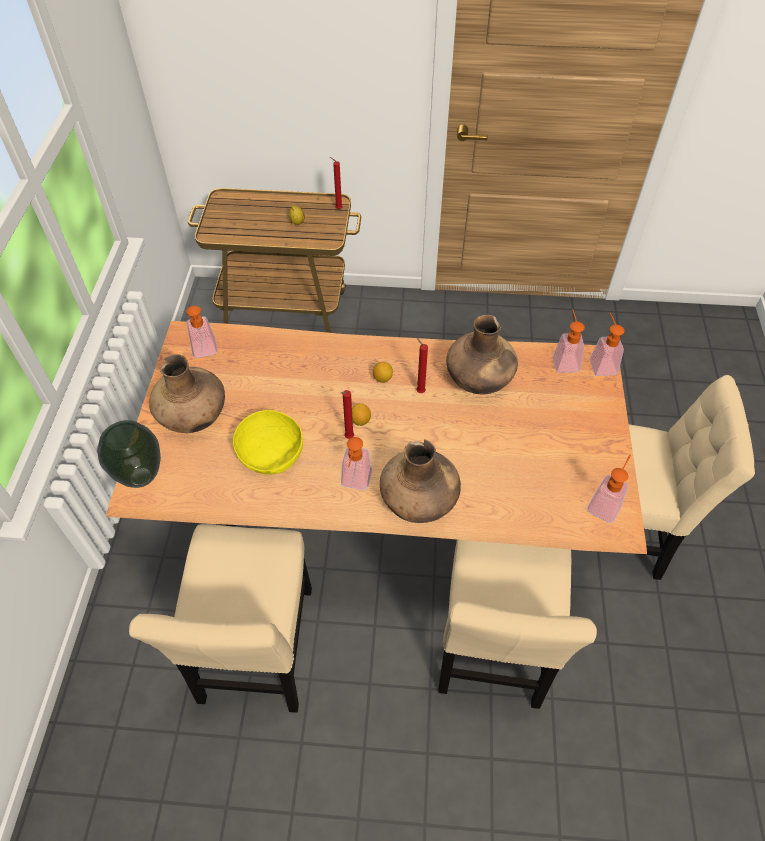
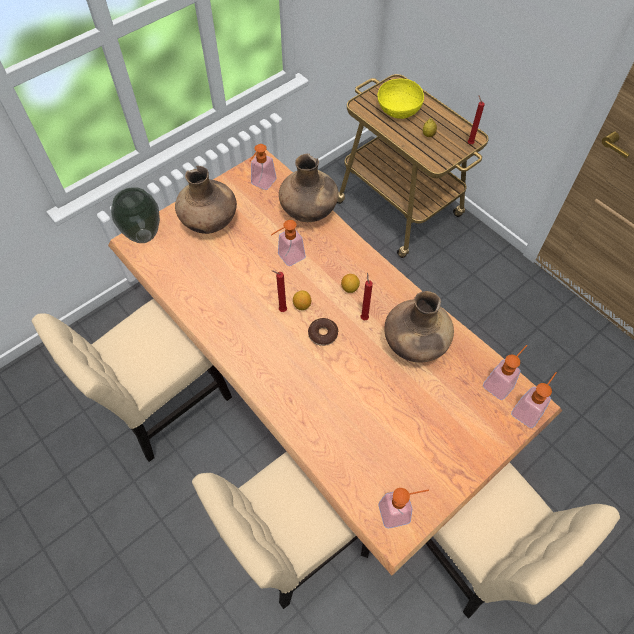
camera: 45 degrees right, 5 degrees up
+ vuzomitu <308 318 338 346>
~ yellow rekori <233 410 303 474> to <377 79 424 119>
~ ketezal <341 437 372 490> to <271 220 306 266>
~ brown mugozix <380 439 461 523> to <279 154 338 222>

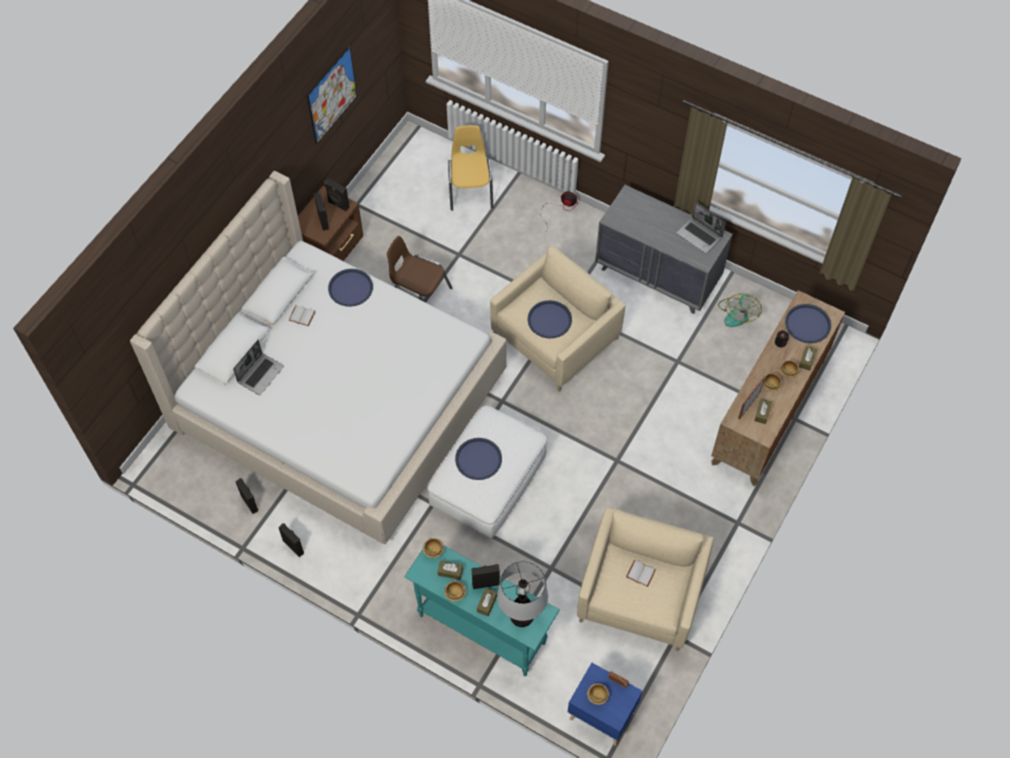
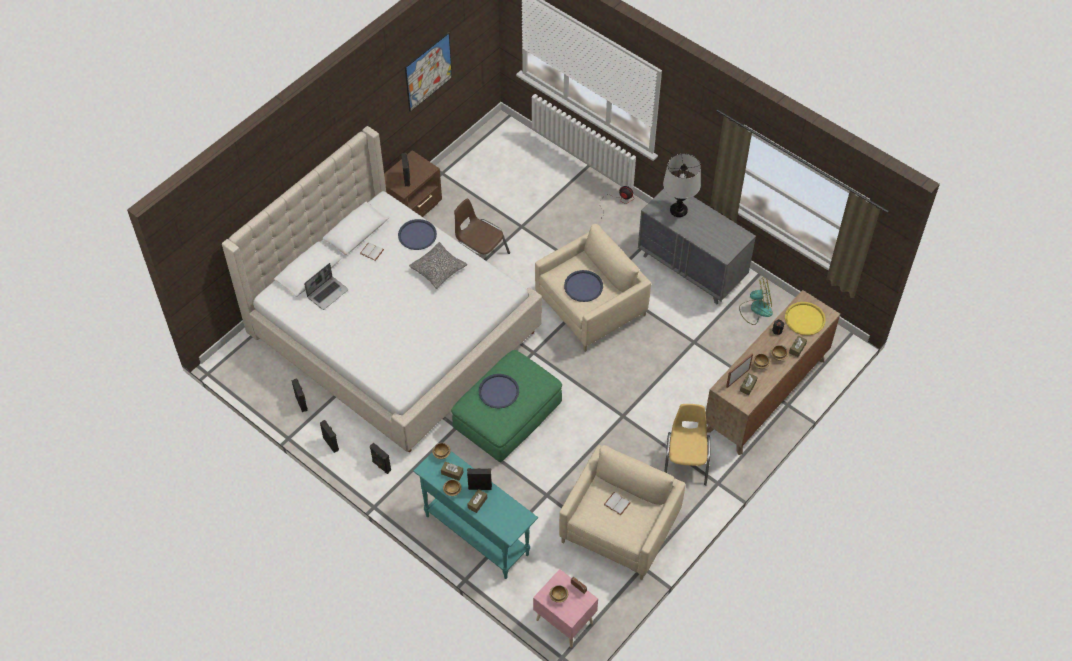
camera: 10 degrees right, 5 degrees down
- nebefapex <676 202 726 254>
+ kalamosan <409 242 467 289>
~ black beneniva <325 179 350 211> to <370 443 391 474>
~ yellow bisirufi <448 125 493 211> to <664 404 710 485>
~ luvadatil <497 561 548 627> to <663 154 701 217>
~ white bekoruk <427 406 547 538> to green bekoruk <451 350 562 462>
~ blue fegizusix <568 663 642 746> to pink fegizusix <533 569 598 648>
~ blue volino <785 304 831 343> to yellow volino <785 302 826 335>
~ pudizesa <718 293 762 327> = <739 278 773 325> 120 degrees counterclockwise

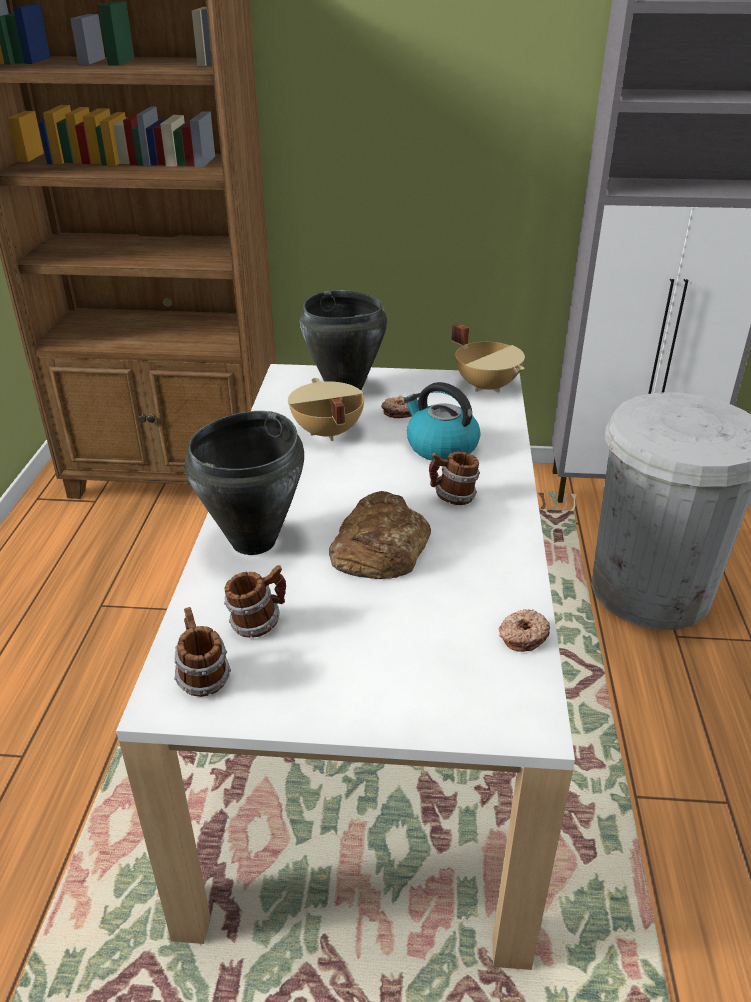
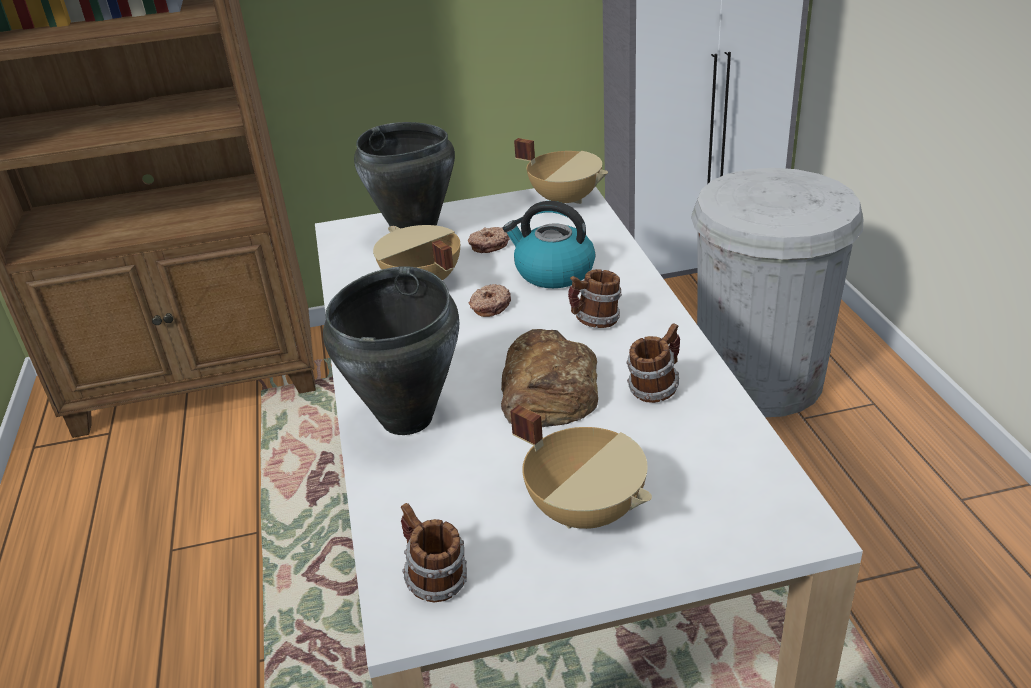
camera: 15 degrees left, 0 degrees up
+ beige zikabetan <511 405 652 529>
~ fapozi <224 565 286 638> to <626 323 680 403>
~ vuzomitu <499 609 550 652> to <469 284 511 317>

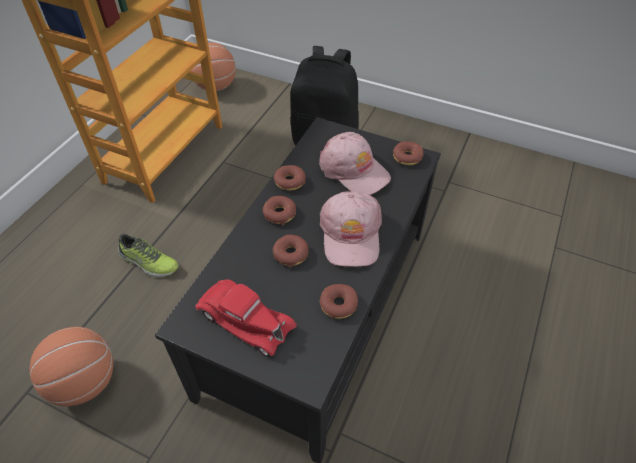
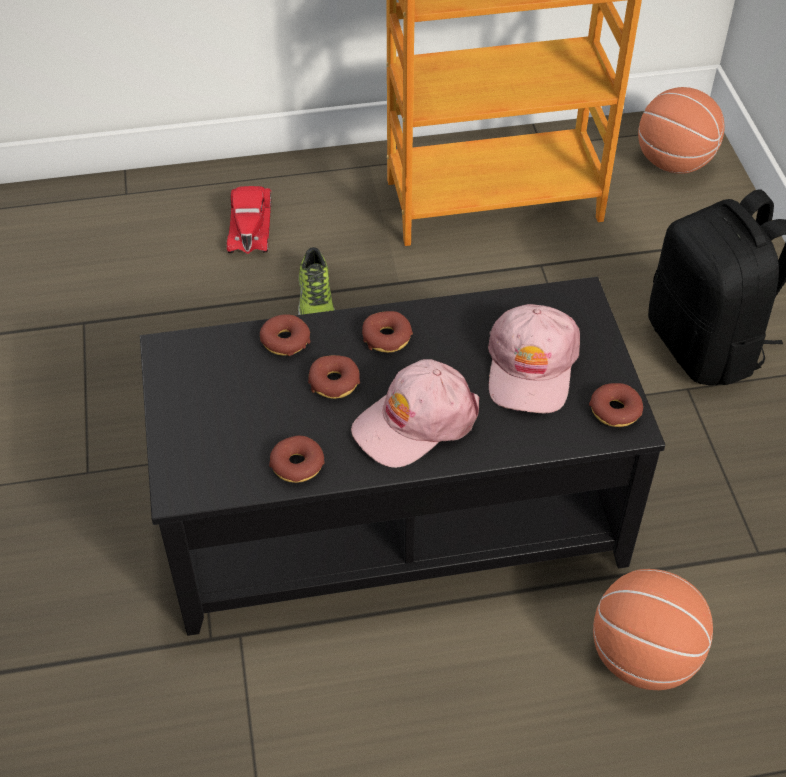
camera: 55 degrees right, 0 degrees up
~ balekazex <29 327 113 406> to <593 569 713 690>
~ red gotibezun <195 279 297 357> to <227 186 271 254>
~ vuzomitu <273 165 306 191> to <260 314 310 356>

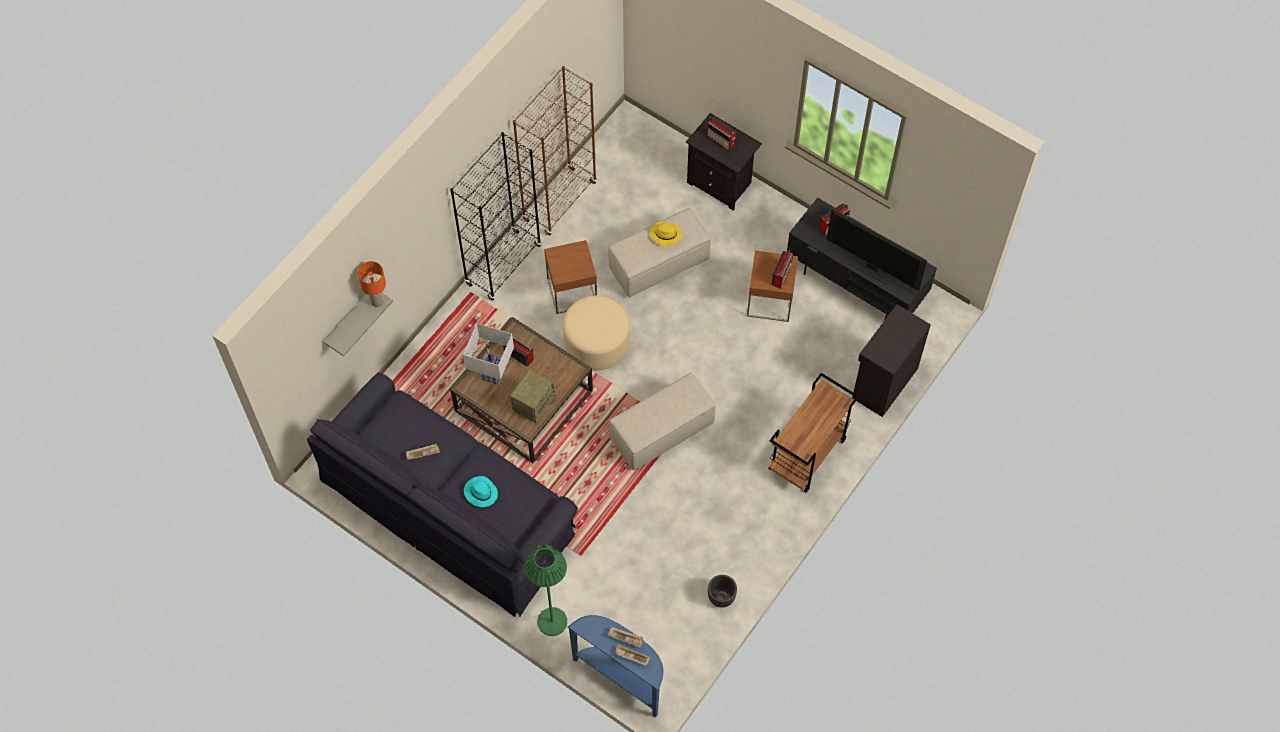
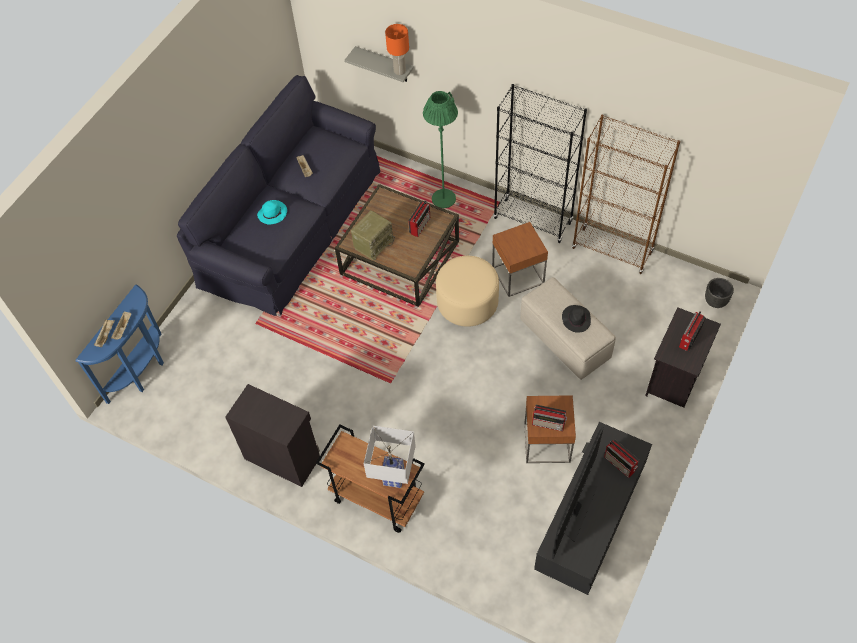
camera: 85 degrees right, 5 degrees down
- beige bekoruk <609 372 715 470>
~ white luvadatil <463 323 514 385> to <364 425 416 488>
~ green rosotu <525 544 567 636> to <423 91 458 208>
~ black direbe <708 575 737 608> to <705 278 734 308>
~ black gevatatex <852 305 931 417> to <225 384 320 487>
~ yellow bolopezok <650 222 682 246> to black bolopezok <562 305 591 333>
~ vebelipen <510 369 557 423> = <351 210 395 261> 75 degrees counterclockwise

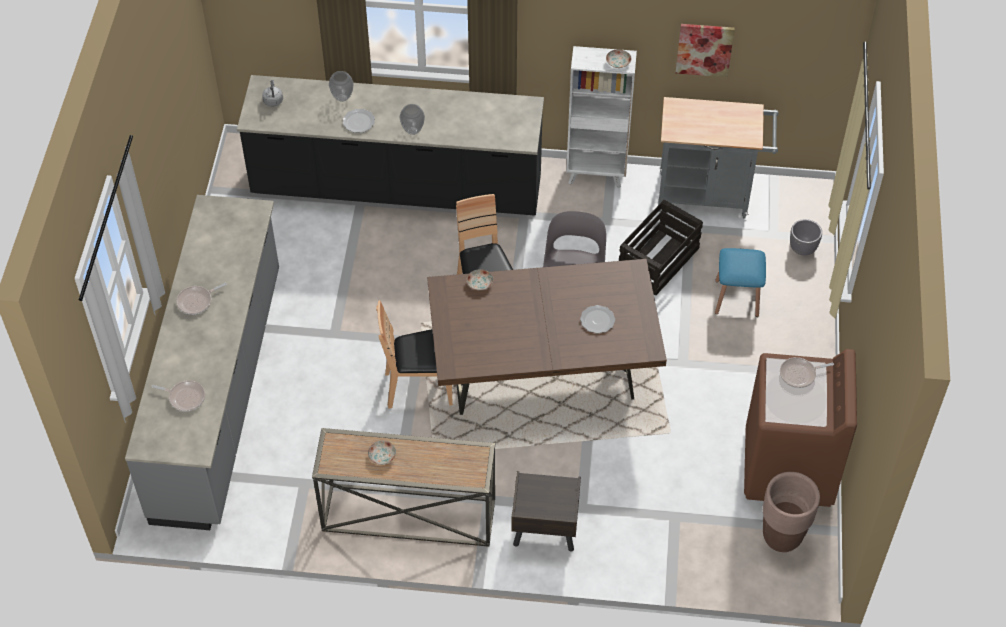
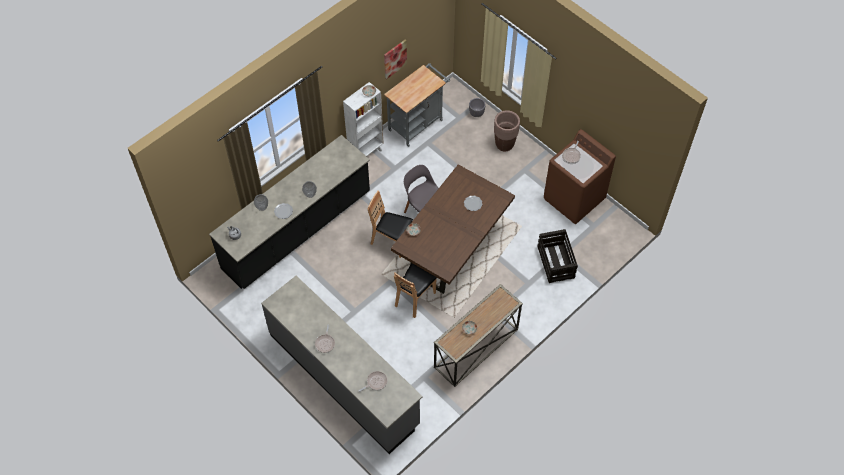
camera: 50 degrees left, 5 degrees up
- brown fegizusix <511 471 581 552>
- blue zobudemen <715 248 766 317>
~ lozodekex <619 200 703 296> to <537 229 578 283>
~ brown direbe <763 472 820 552> to <494 110 520 151>

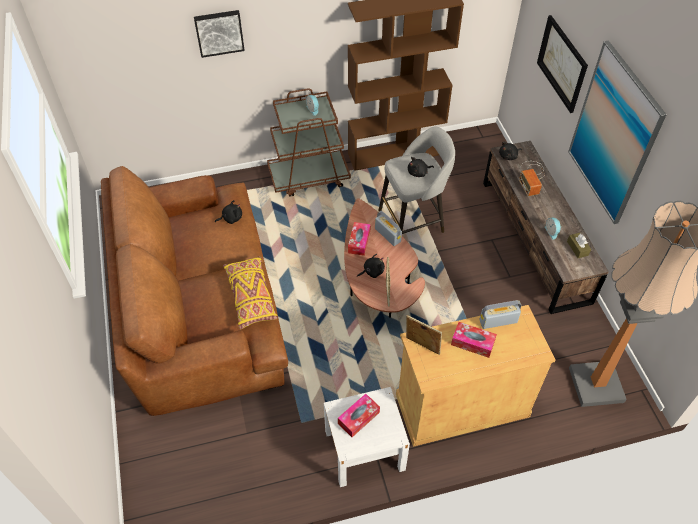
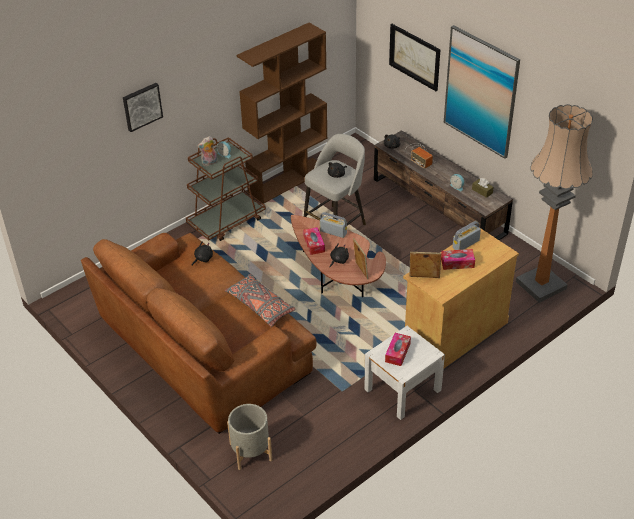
camera: 25 degrees left, 10 degrees down
+ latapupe <198 136 217 166>
+ grey direbe <227 404 272 470>
~ yellow kalamosan <223 256 278 329> to grey kalamosan <225 274 295 327>

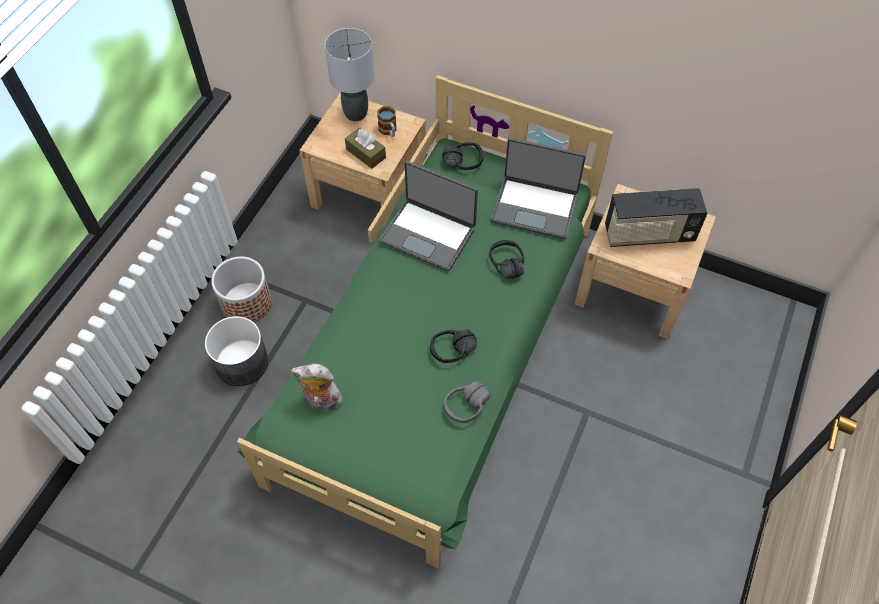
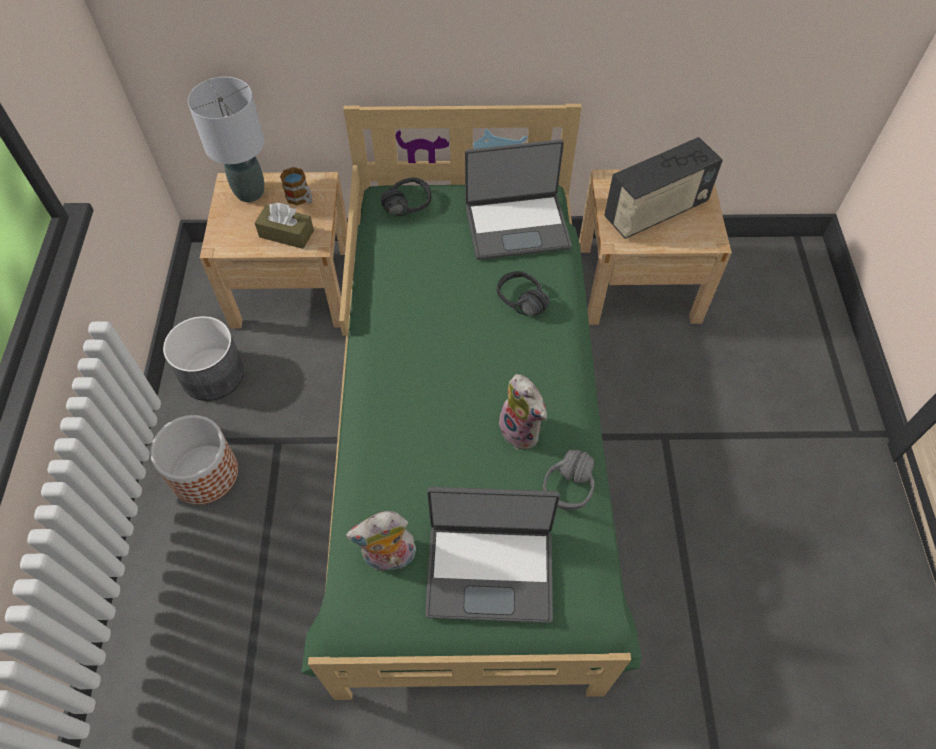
camera: 25 degrees left, 0 degrees up
~ grey direbe <205 316 268 386> to <163 316 244 401>
~ nebefapex <379 161 478 271> to <425 487 560 623>
~ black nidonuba <430 329 477 363> to latapupe <497 374 547 450>

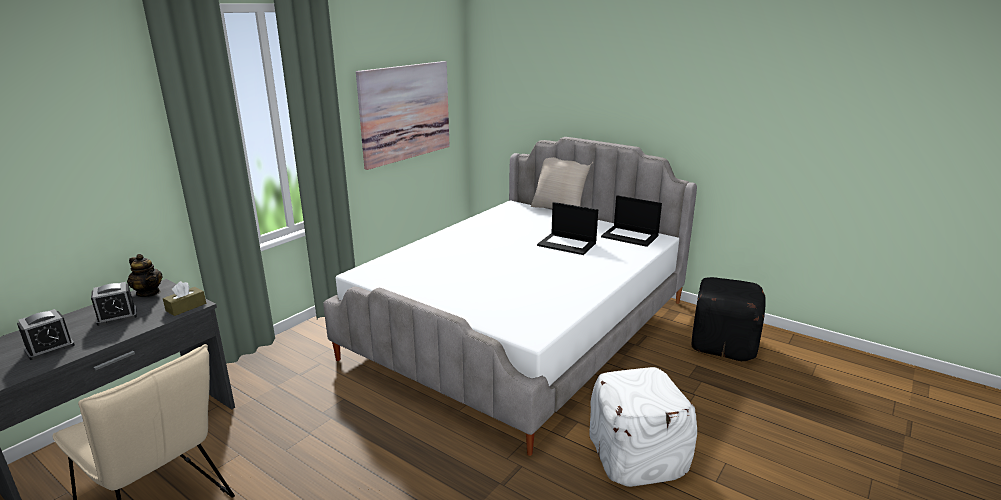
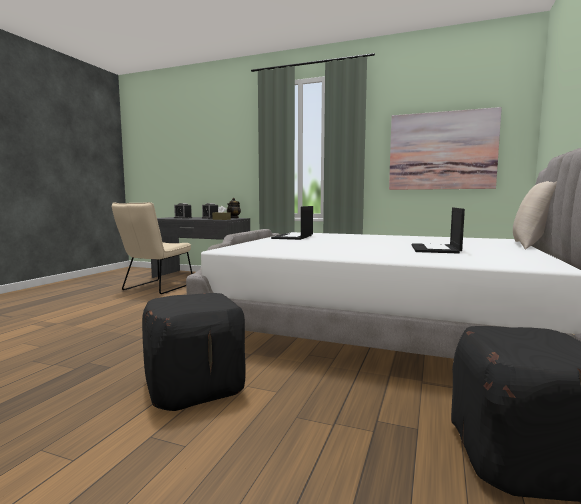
camera: 75 degrees right, 15 degrees down
~ nebefapex <601 195 662 247> to <271 206 313 240>
~ white bekoruk <590 367 697 487> to black bekoruk <142 293 246 411>

